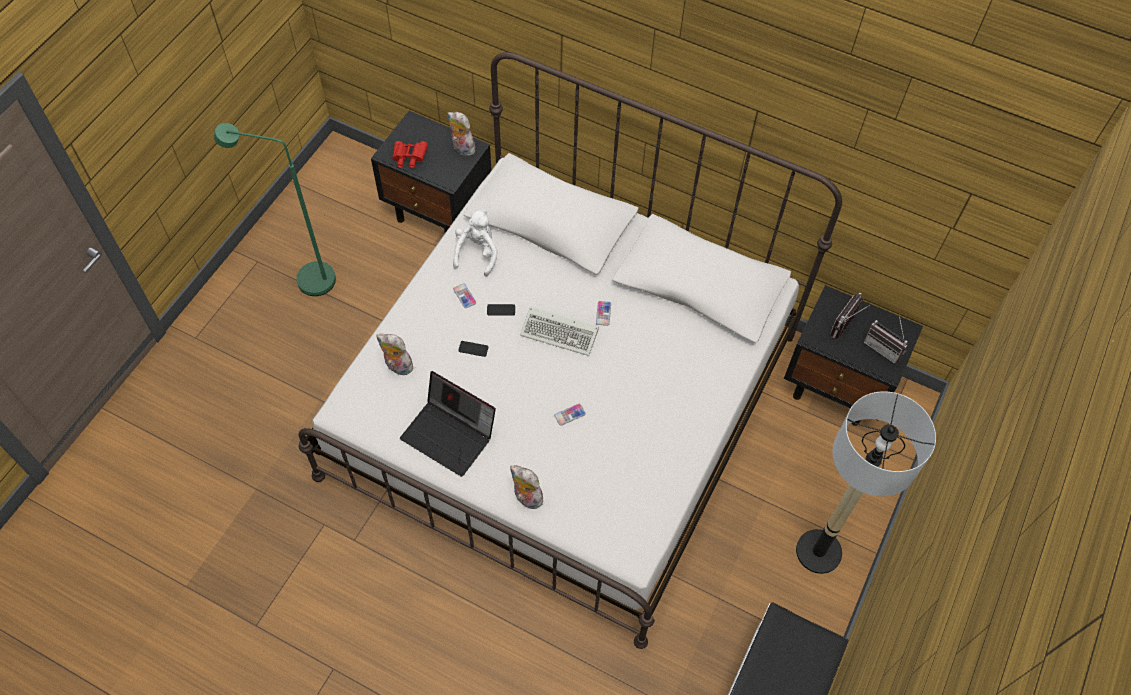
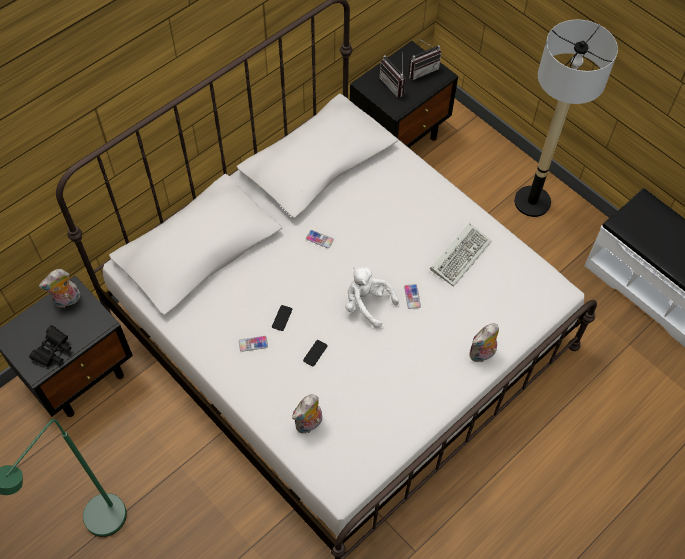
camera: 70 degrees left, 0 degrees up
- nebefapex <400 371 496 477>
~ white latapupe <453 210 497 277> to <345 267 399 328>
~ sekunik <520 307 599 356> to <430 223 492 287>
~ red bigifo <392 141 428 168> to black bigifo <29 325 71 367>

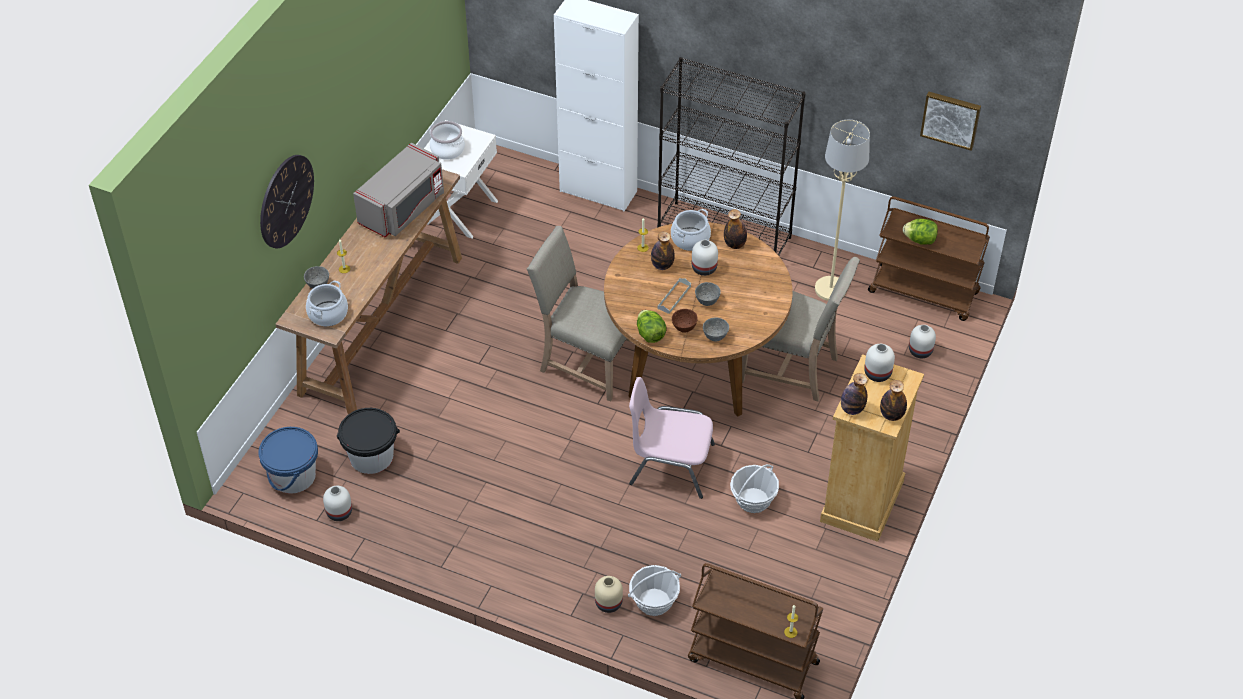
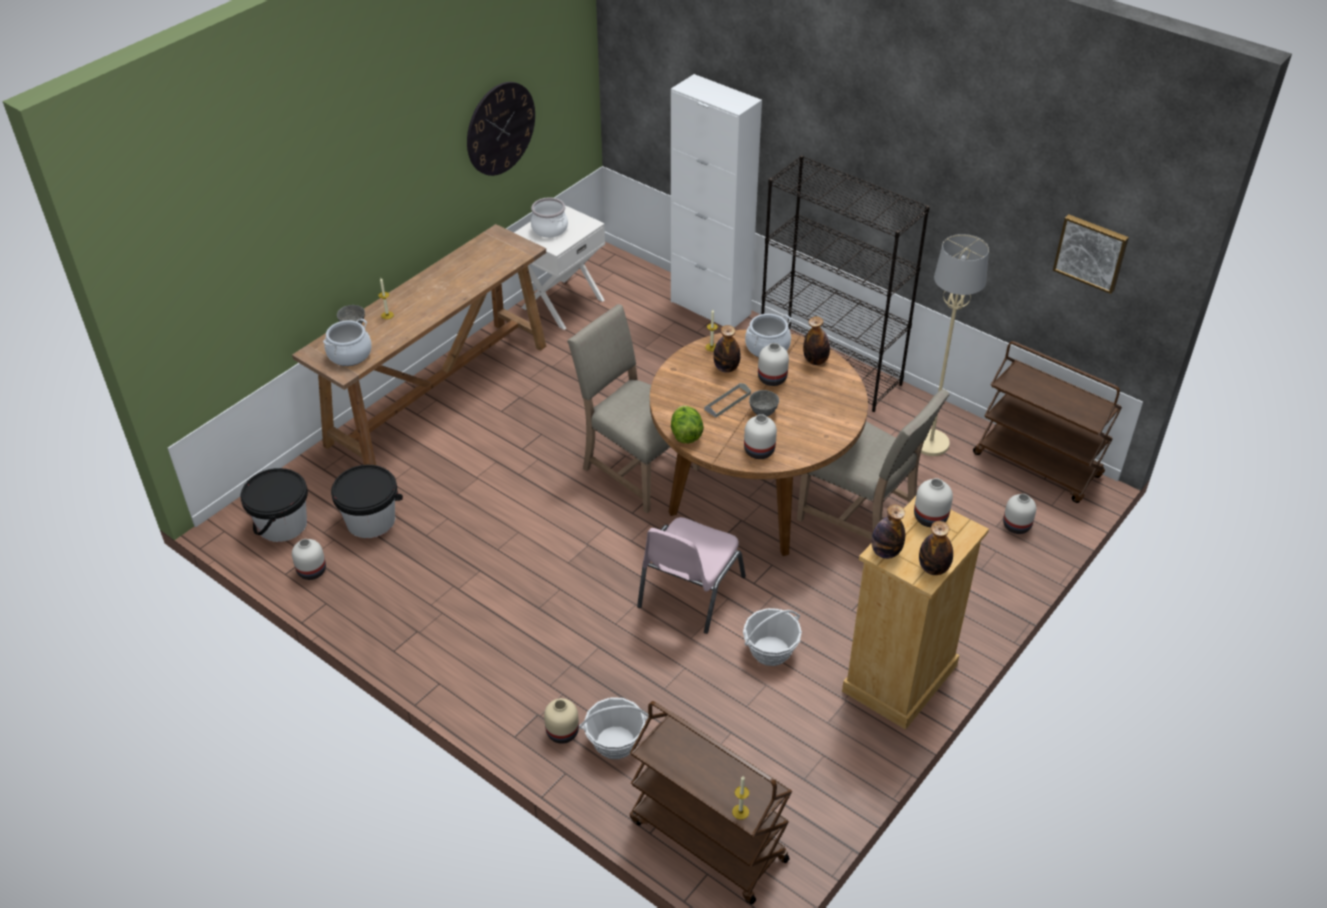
camera: 15 degrees right, 5 degrees down
- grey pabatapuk <353 143 444 237>
- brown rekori <672 309 698 332>
- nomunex <903 219 938 245>
~ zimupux <260 155 314 248> to <467 82 535 176>
~ grey rekori <703 317 729 342> to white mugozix <744 414 777 459>
~ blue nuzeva <258 427 318 494> to black nuzeva <241 468 308 542>
~ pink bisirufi <629 377 715 499> = <637 517 746 634> 90 degrees counterclockwise

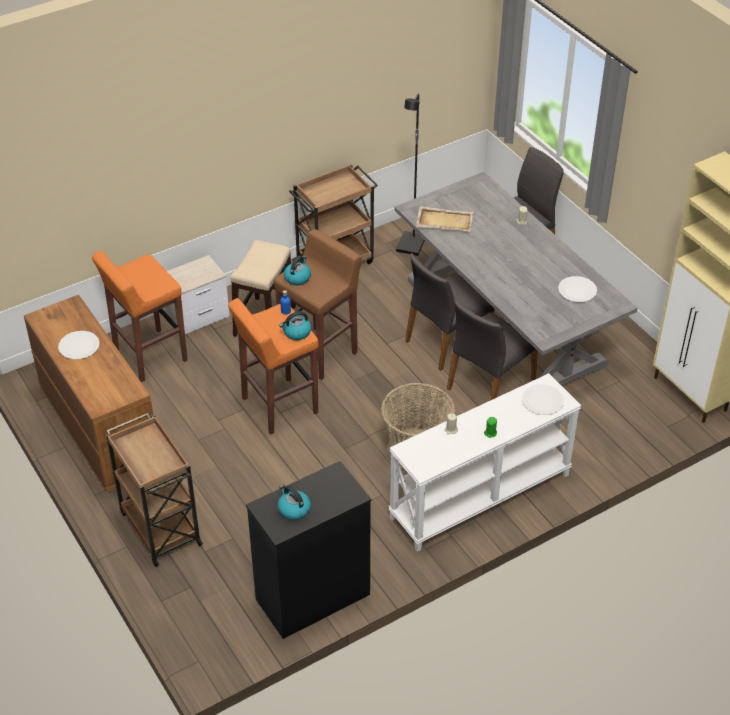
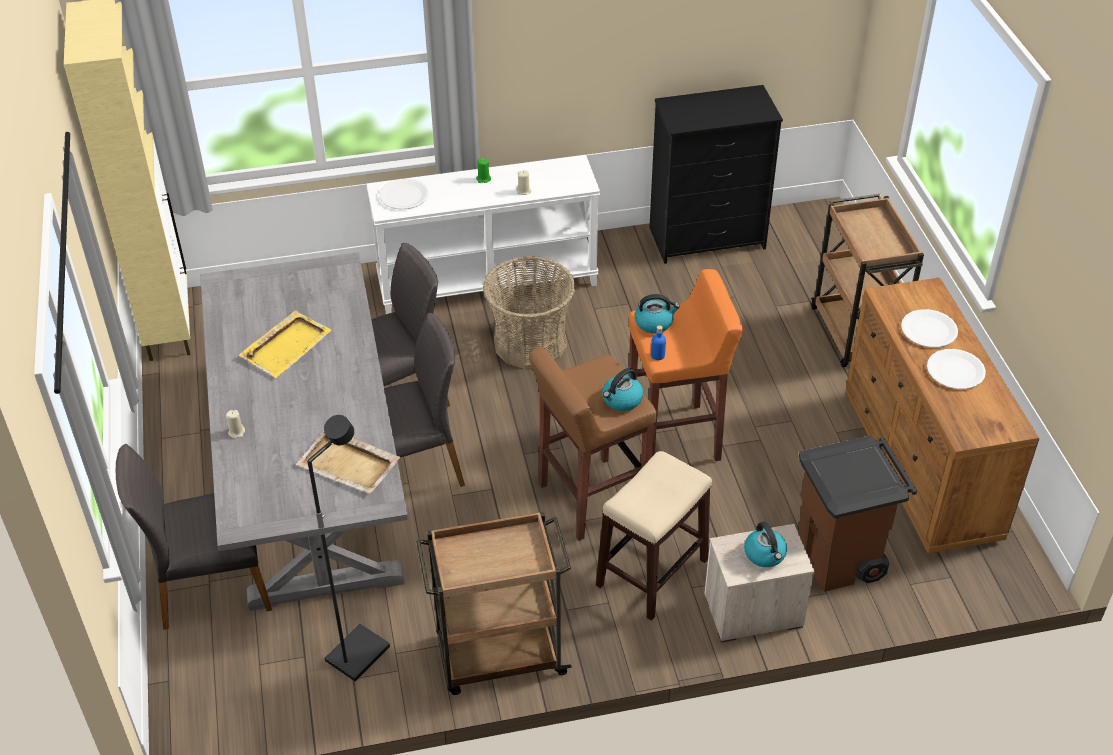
camera: 160 degrees left, 0 degrees up
+ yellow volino <239 311 331 378>
~ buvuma <278 485 311 520> to <744 522 787 567>
~ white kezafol <558 276 597 302> to <901 309 958 347>
~ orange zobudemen <92 251 188 382> to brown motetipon <798 435 917 592>

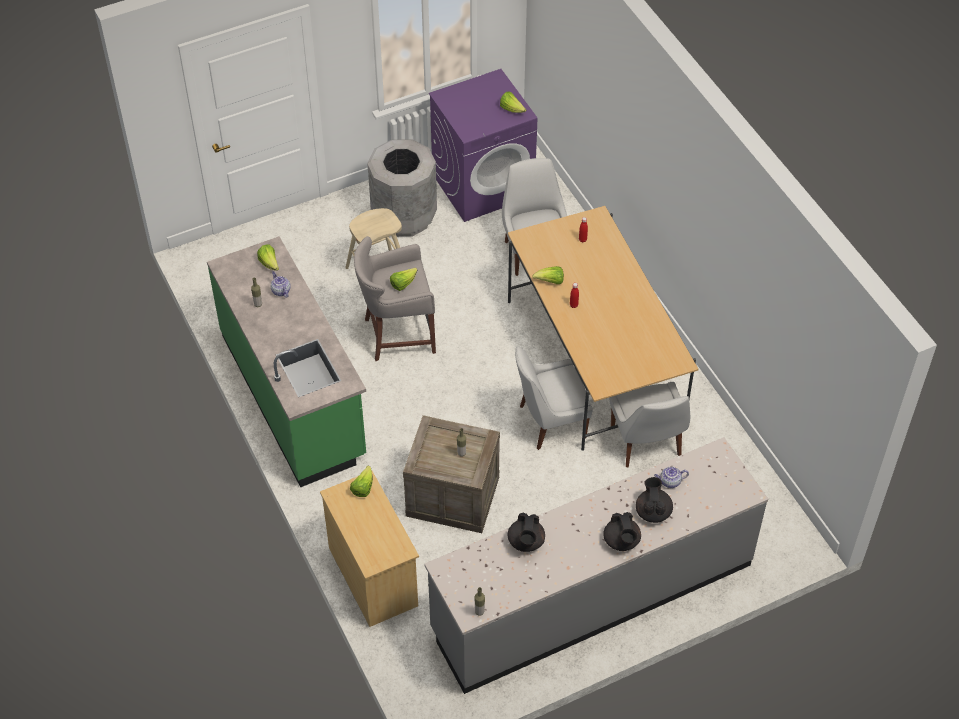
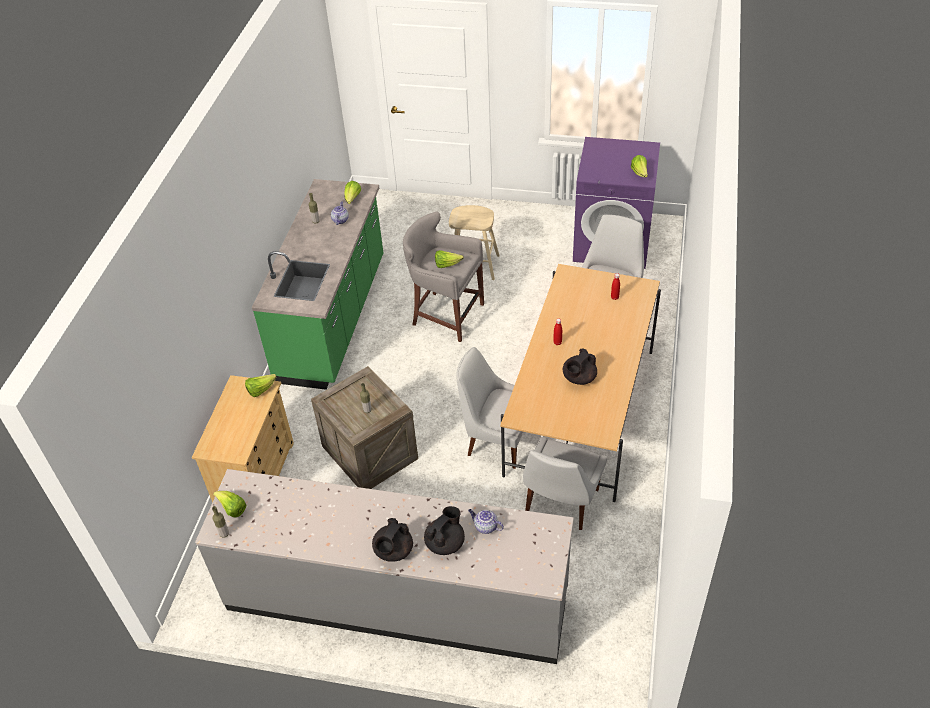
camera: 40 degrees right, 5 degrees down
- grey motetipon <367 139 437 237>
~ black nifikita <508 512 545 552> to <563 349 597 385>
~ nomunex <532 266 564 284> to <213 491 246 517>

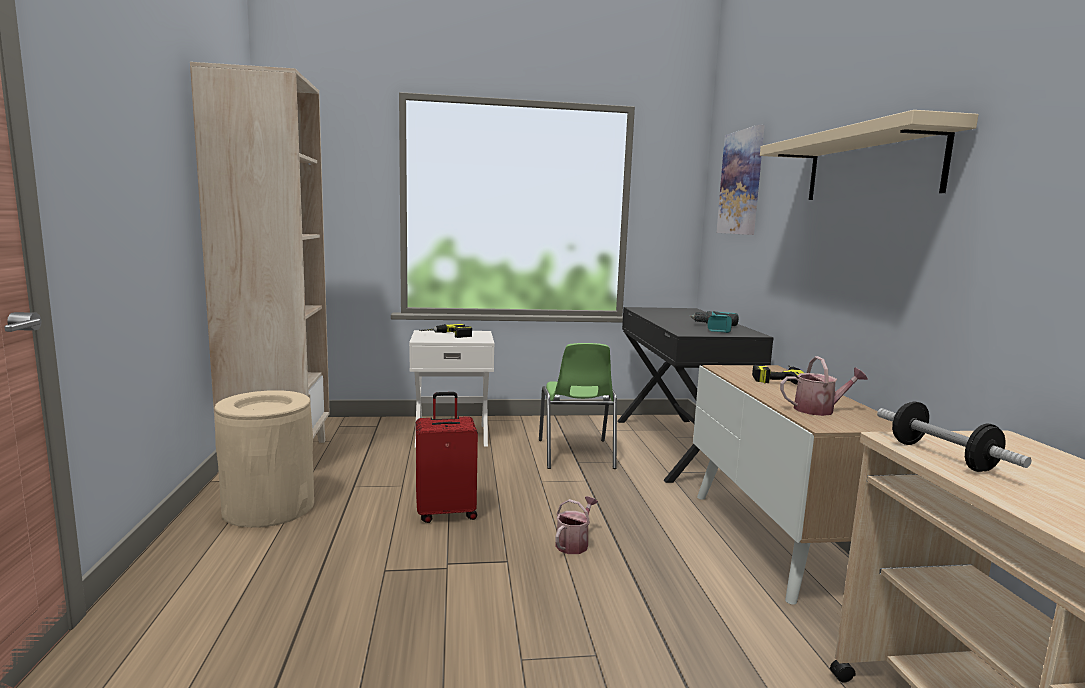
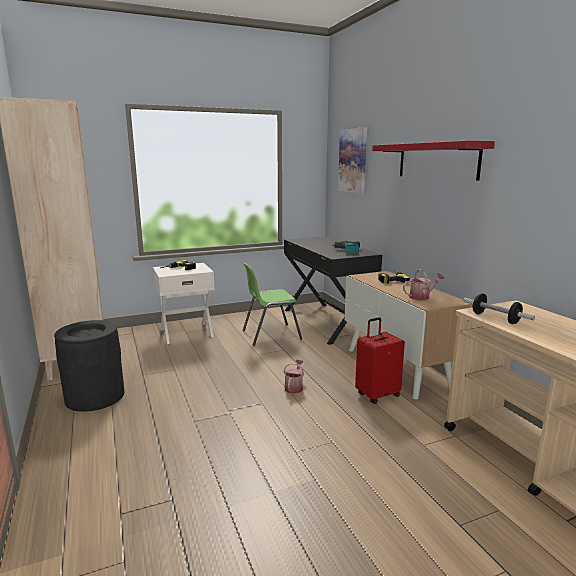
camera: 15 degrees left, 5 degrees up
~ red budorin <416 392 478 523> to <355 317 405 404>
~ beige motetipon <215 390 314 528> to black motetipon <54 320 124 412>
~ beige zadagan <760 110 978 200> to red zadagan <372 141 495 181>
~ green bisirufi <539 343 617 469> = <243 263 302 346> 90 degrees clockwise

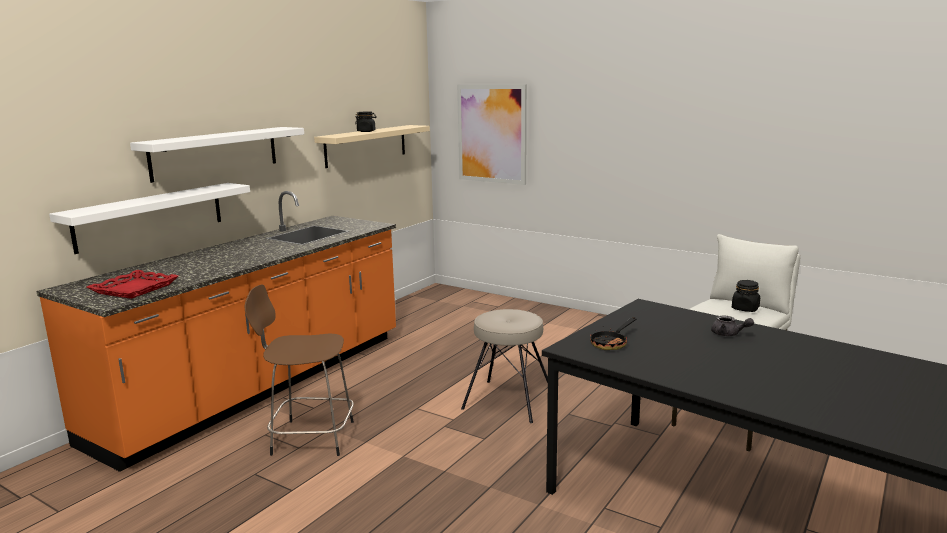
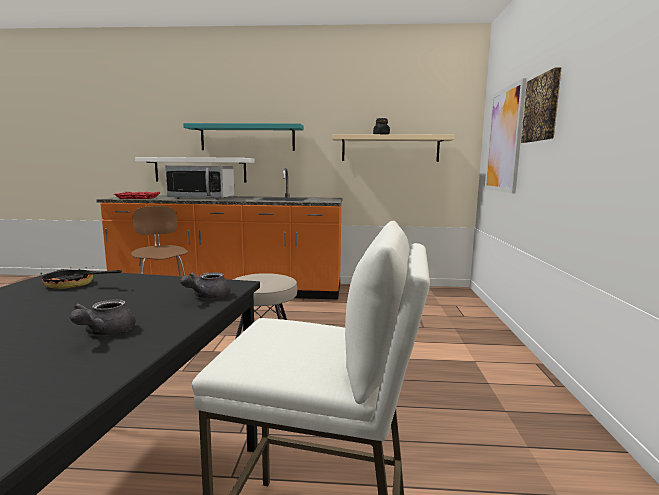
camera: 60 degrees right, 5 degrees down
- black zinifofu <732 280 760 312>
+ pabatapuk <165 165 235 200>
+ grey nifikita <180 272 231 299>
+ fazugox <521 67 562 143>
~ white zadagan <130 127 304 183> to turquoise zadagan <183 123 304 151>

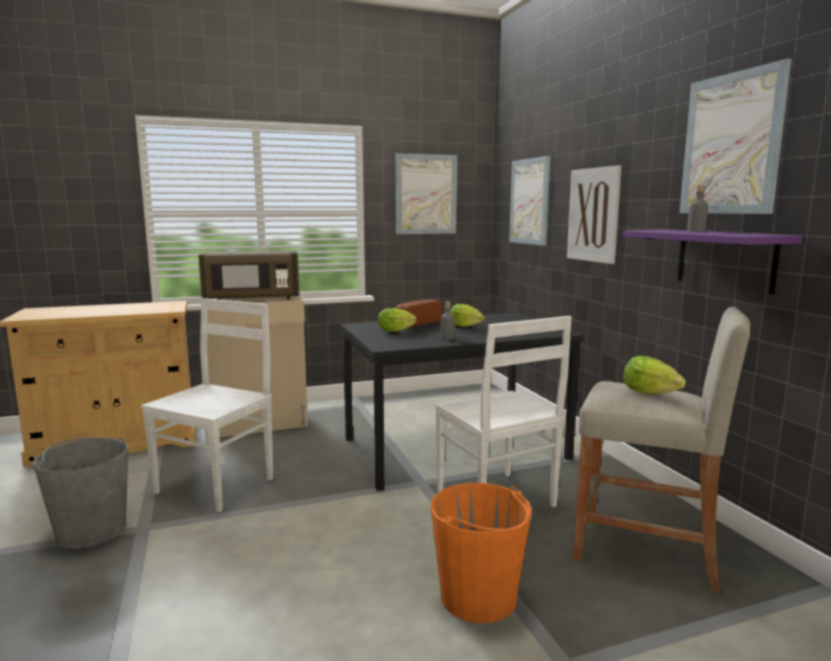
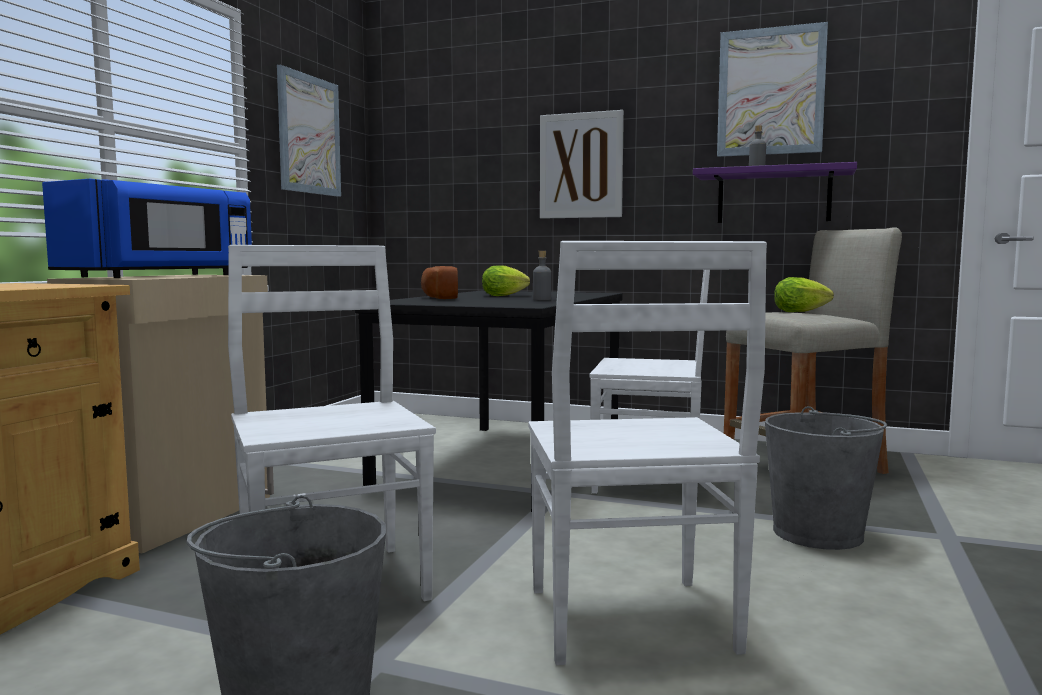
camera: 50 degrees left, 5 degrees down
- nomunex <378 308 417 332>
- fazugox <509 156 550 246>
+ white bisirufi <528 241 767 665>
~ brown pabatapuk <198 251 300 300> to blue pabatapuk <42 179 252 278>
~ orange nuzeva <431 483 532 623> to grey nuzeva <765 406 887 550>

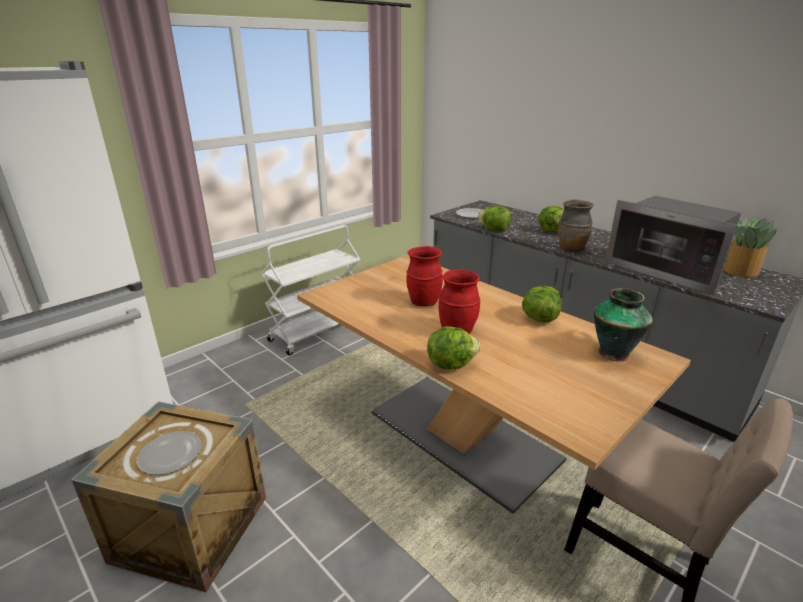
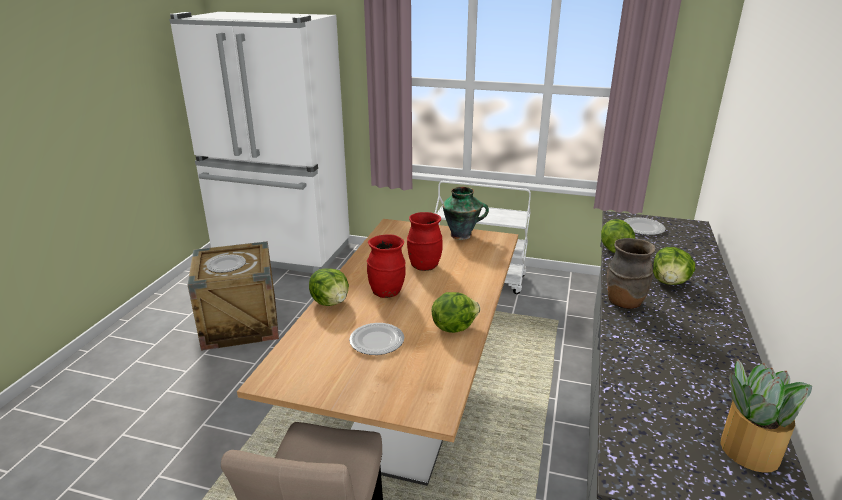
camera: 60 degrees right, 0 degrees up
- pabatapuk <605 196 741 295>
+ kezafol <349 323 404 355>
~ mugozix <594 288 653 362> to <442 187 489 240>

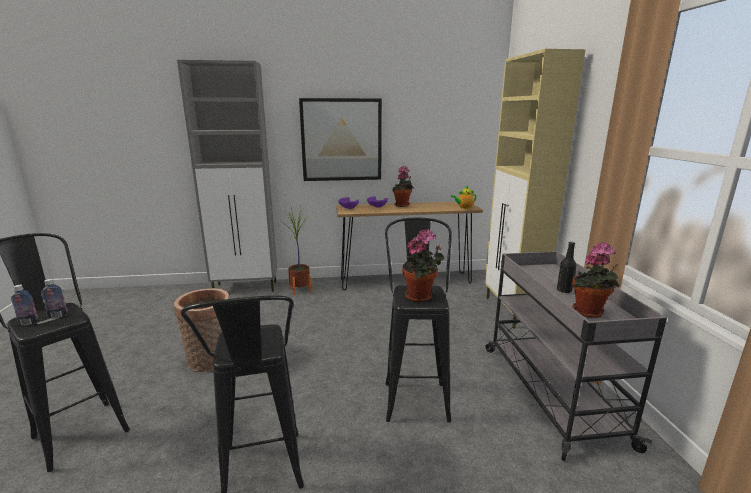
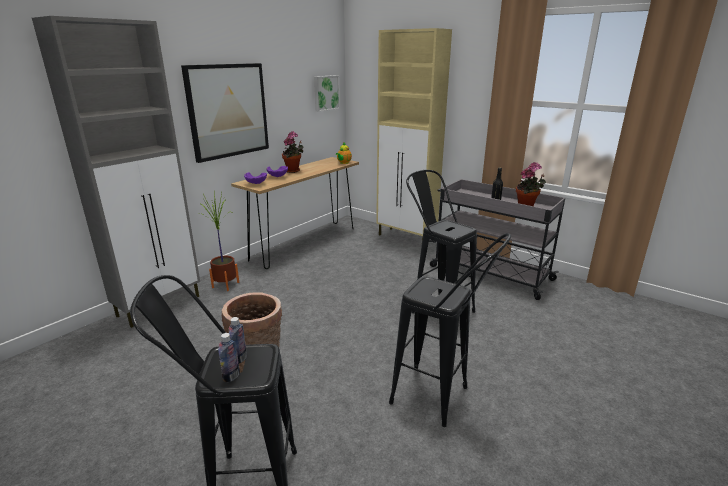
camera: 45 degrees left, 5 degrees up
- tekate <402 229 444 302>
+ fazugox <314 75 340 112>

